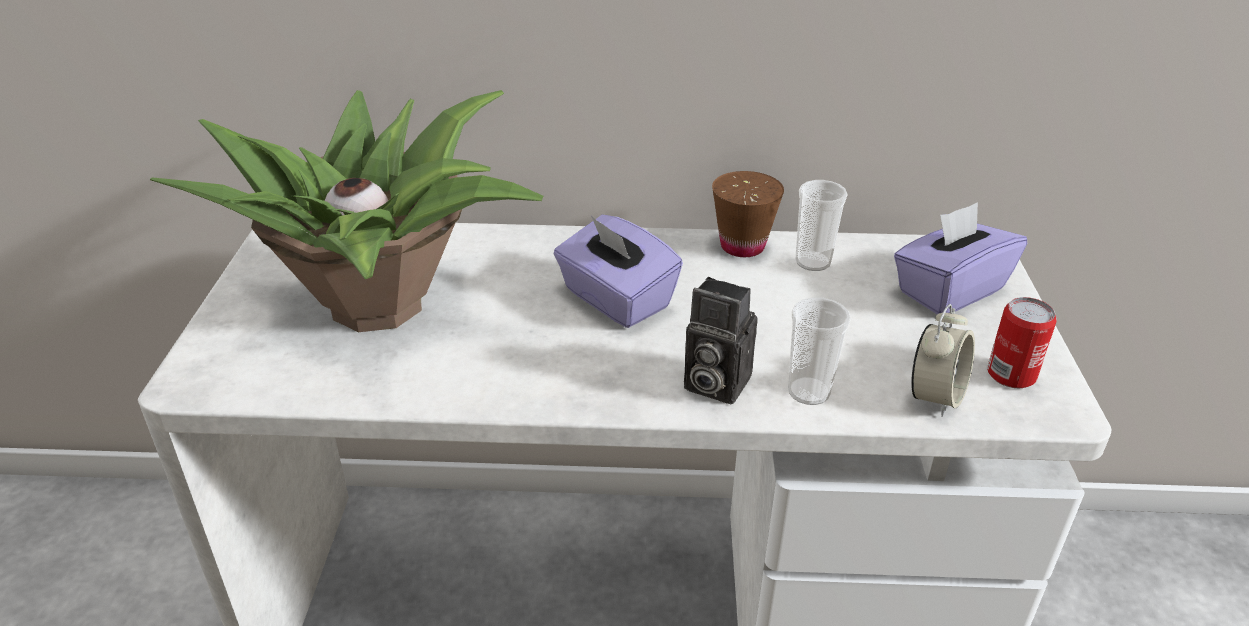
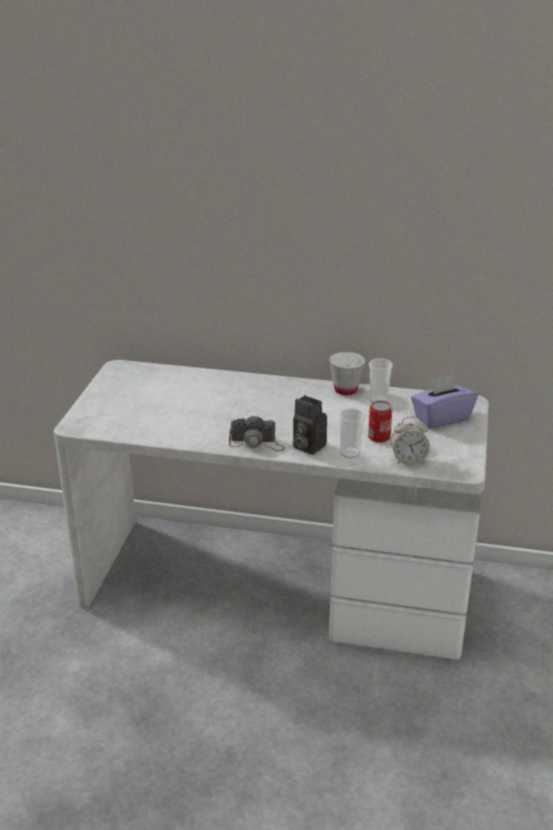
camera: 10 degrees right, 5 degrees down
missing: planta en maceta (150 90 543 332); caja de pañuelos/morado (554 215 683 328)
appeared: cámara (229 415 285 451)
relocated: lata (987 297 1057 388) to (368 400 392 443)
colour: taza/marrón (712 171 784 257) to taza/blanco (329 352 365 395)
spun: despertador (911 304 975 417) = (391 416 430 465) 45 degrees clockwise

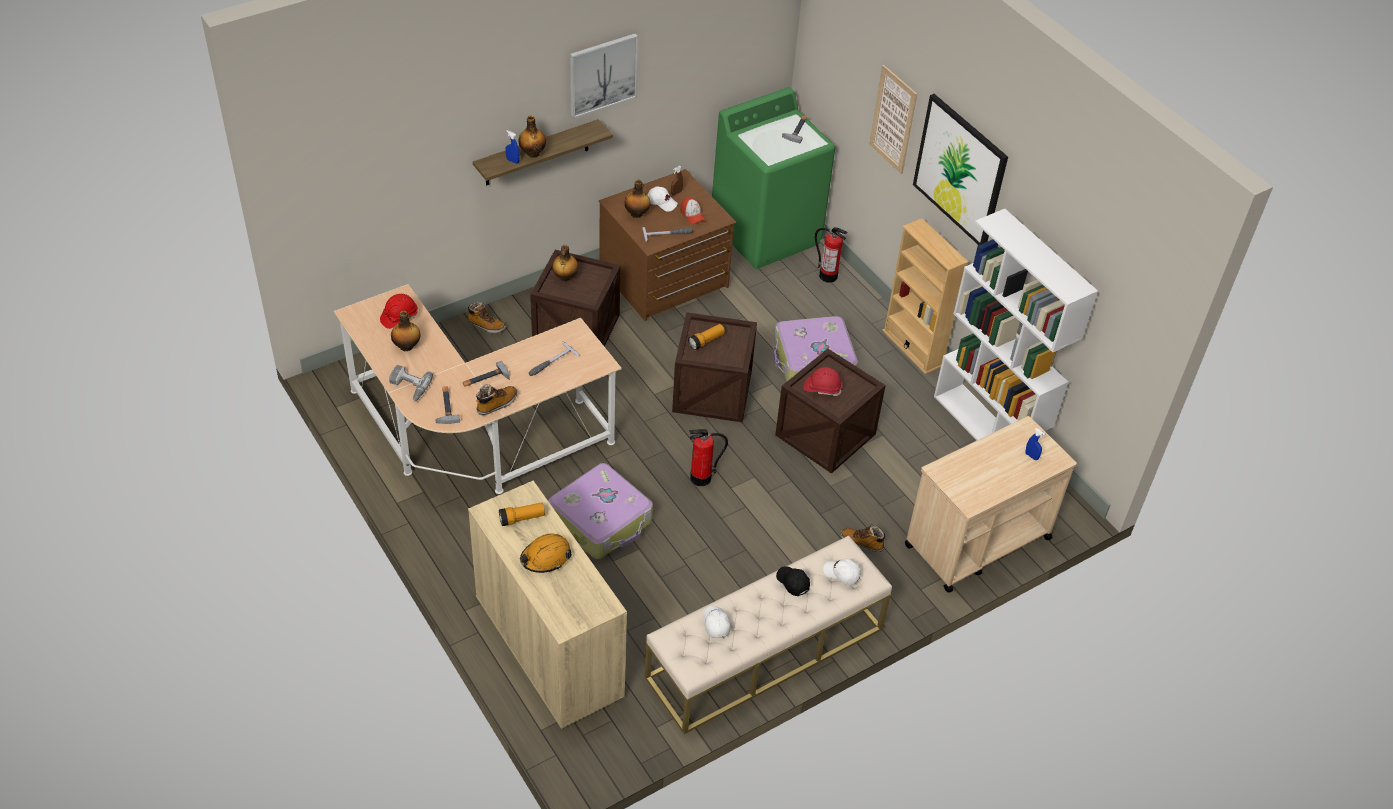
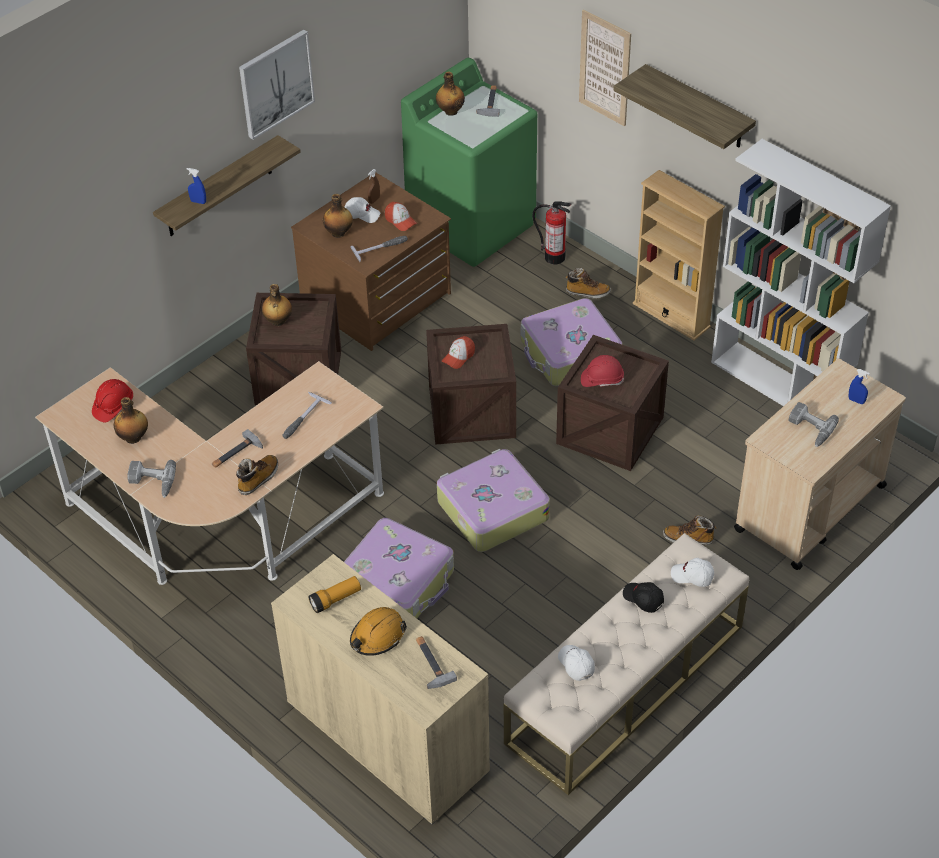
camera: 10 degrees left, 0 degrees up
appeared: taladro (789 402 839 447)
relocated: martillo (435 386 460 424) to (416 636 457 689); botella (518 116 546 158) to (436 72 465 116); bota (467 302 506 333) to (566 268 611 299)
exchanged: extintor (689 429 728 486) to maleta (437 449 550 552); linterna (688 324 725 350) to gorra (442 336 475 369); cuadro (913 94 1008 245) to estante (614 64 756 149)

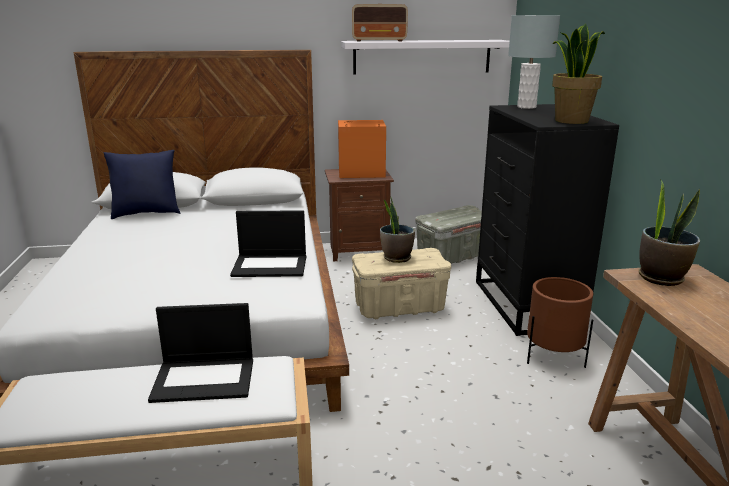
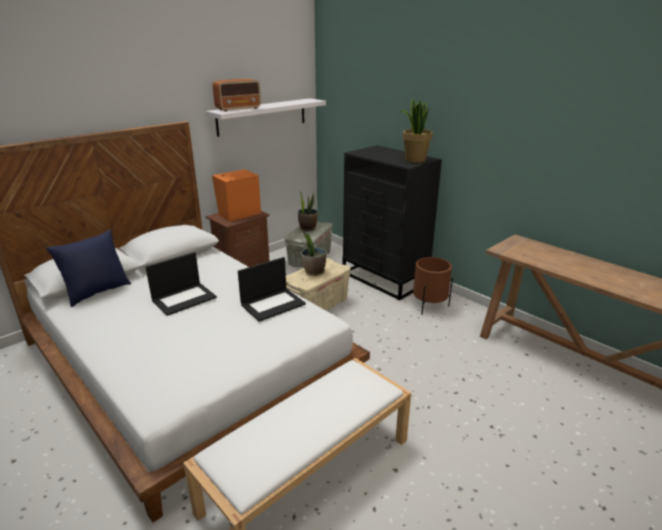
camera: 35 degrees left, 5 degrees up
missing: lámpara de mesa/gris (508 15 560 109)
relocated: portátil (148 303 253 403) to (146 252 217 316); planta en maceta (639 179 700 286) to (298 192 318 231)

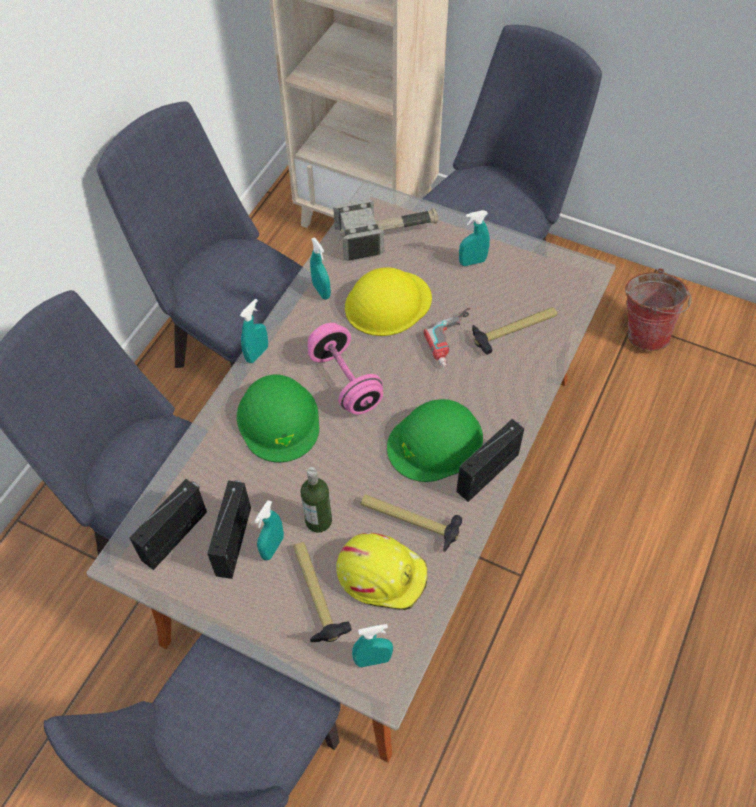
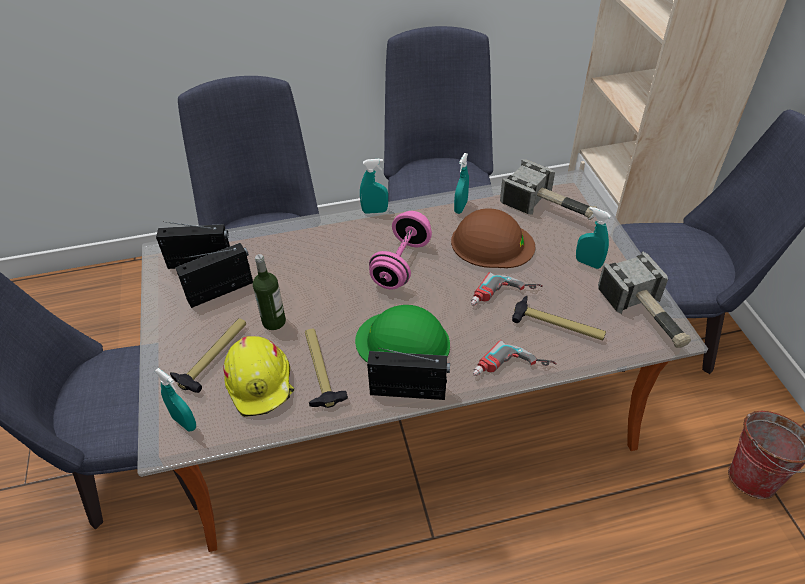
camera: 50 degrees right, 10 degrees down
missing: casco/verde (237 375 319 462); pulverizador/turquesa (255 500 284 560)
appeared: taladro (473 340 557 376); martillo (598 251 691 348)
colour: casco/amarillo (345 267 432 336) to casco/marrón (451 208 535 268)

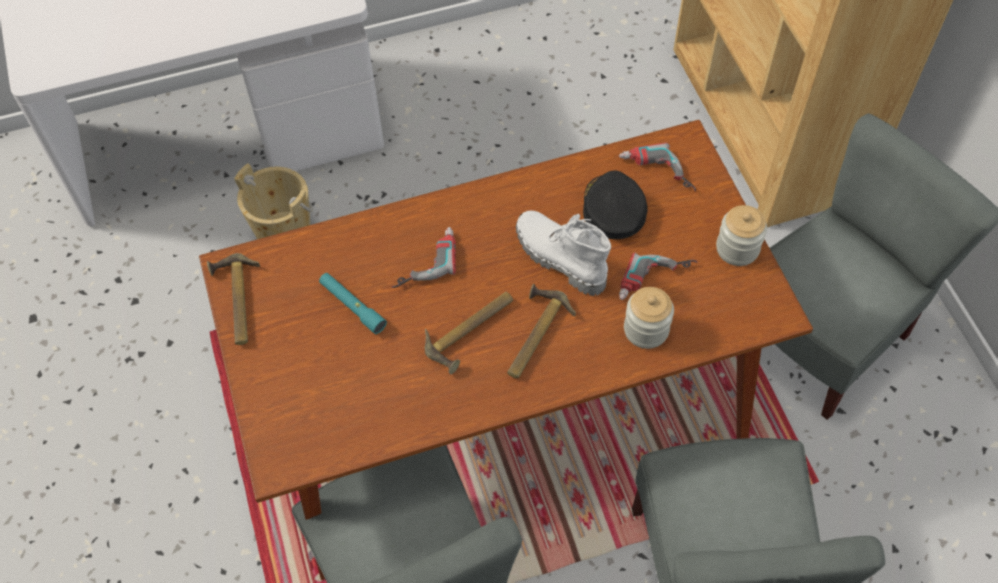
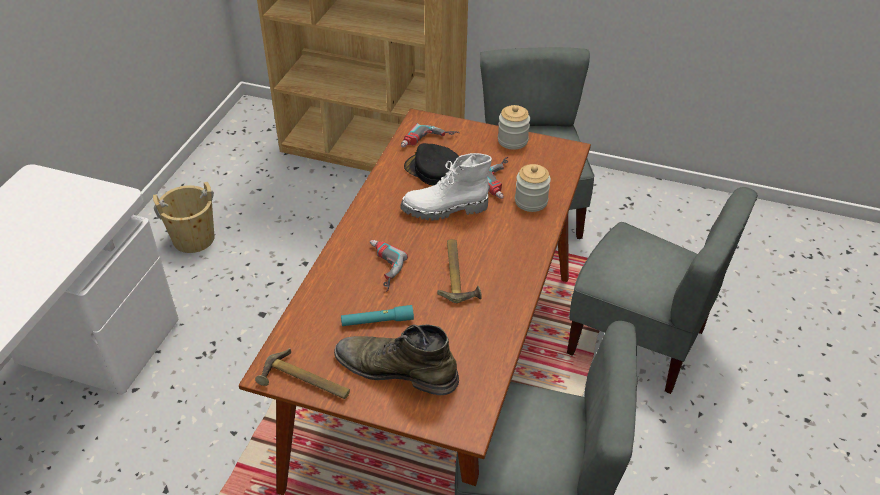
camera: 55 degrees left, 15 degrees down
missing: martillo (507 284 576 378)
appeared: bota/verde (334 324 459 395)
relocated: cubo/beis (234 163 313 239) to (153 181 215 253)

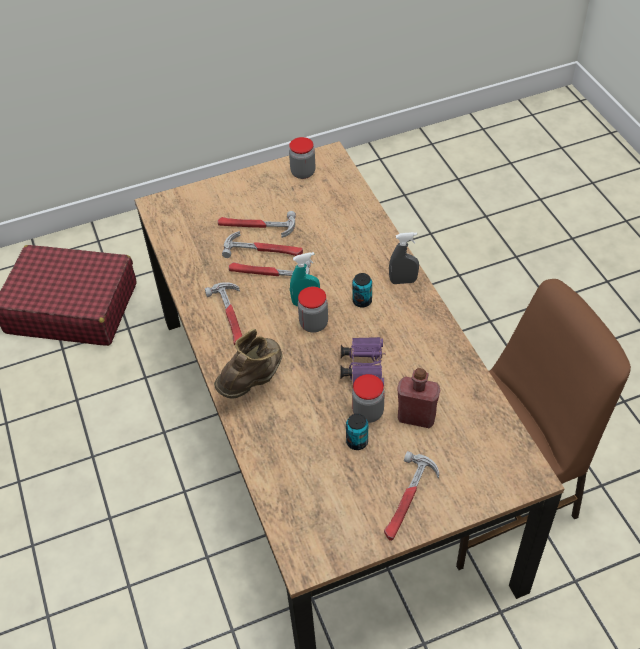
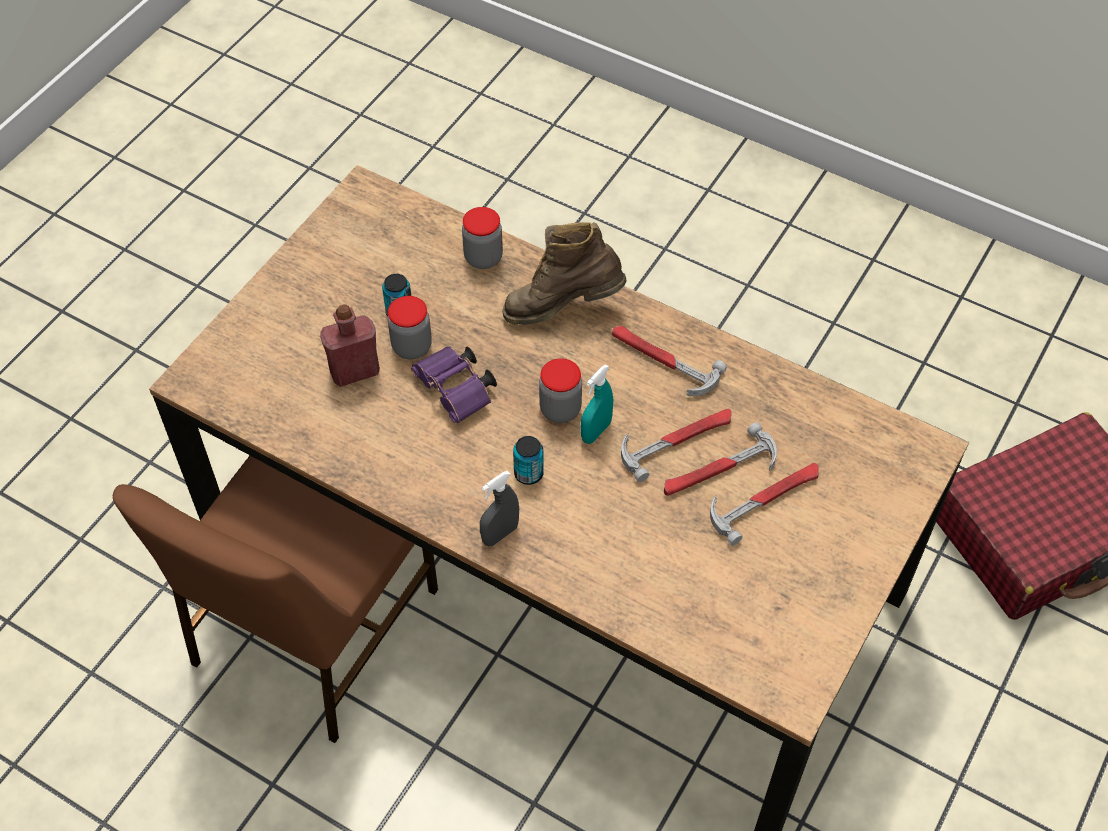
camera: 140 degrees right, 5 degrees up
missing: martillo (384 451 439 541)
relocated: tarro (289 137 315 179) to (462 207 503 269)
spun: bota/marrón (214 329 283 399) = (502 222 627 325) 90 degrees clockwise

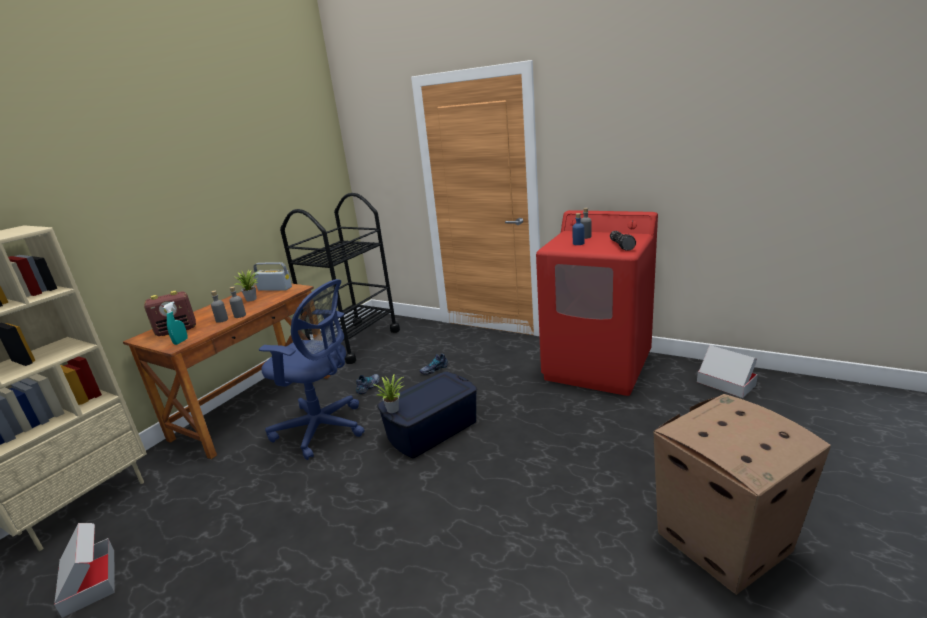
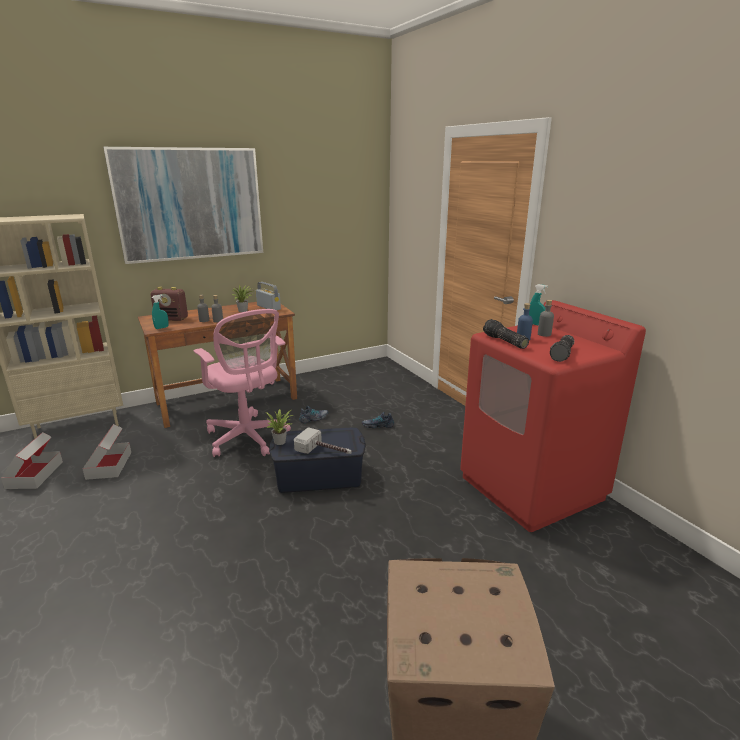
camera: 30 degrees right, 0 degrees up
missing: carrito/negro (280 193 400 364)
appeared: cuadro (103 147 263 264); martillo (294 427 352 454); linterna (483 319 529 349); pulverizador/turquesa (529 284 548 326)
relocated: caja de cartón (697 345 758 398) to (83 424 131 480)
colour: silla de oficina/azul (259 279 364 460) to silla de oficina/rosa (193 309 291 457)

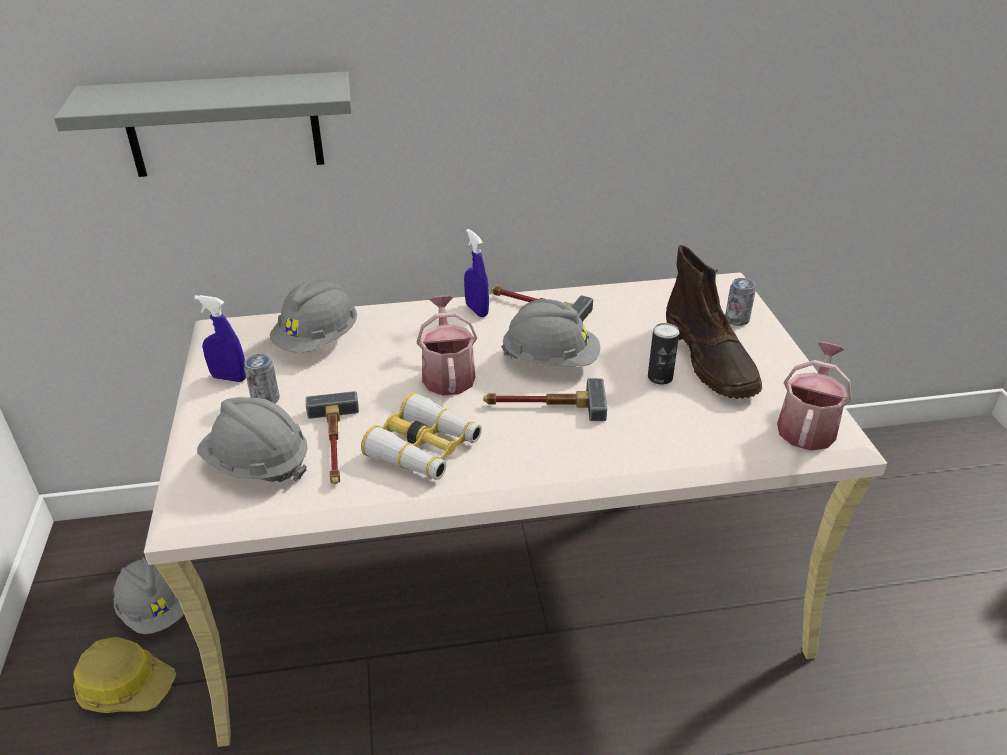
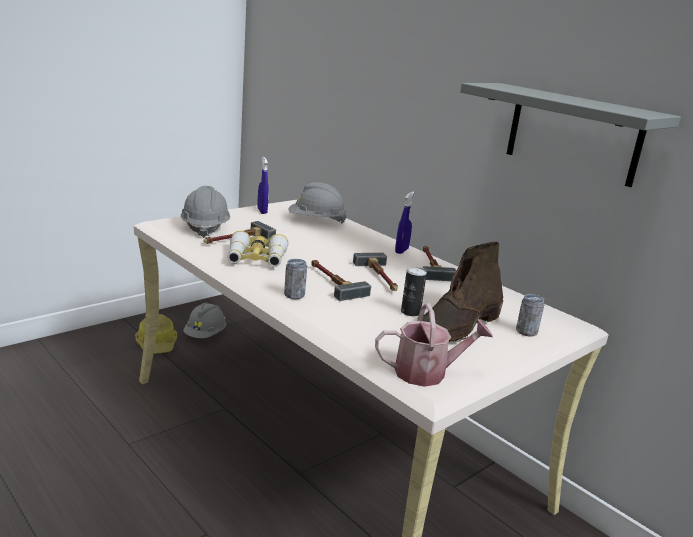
camera: 55 degrees right, 15 degrees down
missing: regadera (416 296 477 395)
relocated: lata (244 354 280 403) to (284 259 307 299); estante/gris (54 71 351 177) to (460 83 681 187)
exchanged: casco/gris (501 299 600 367) to martillo (353 253 398 291)

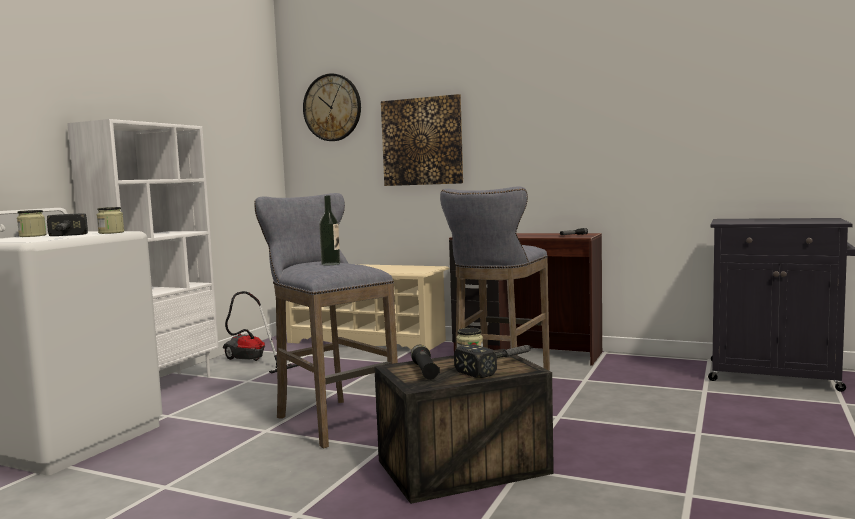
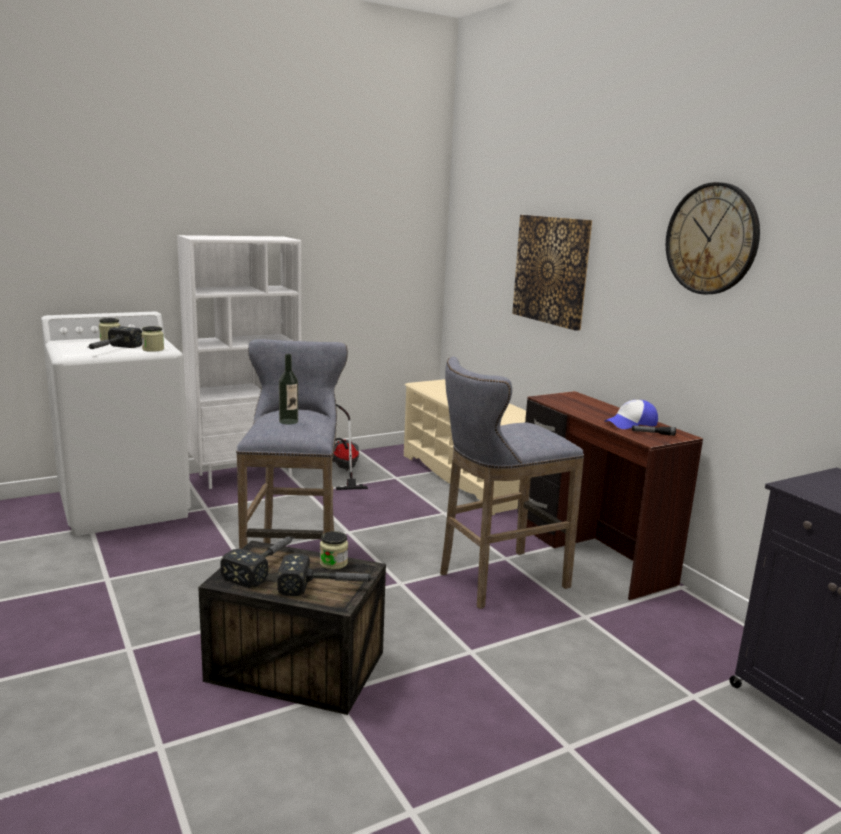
camera: 35 degrees right, 10 degrees up
appeared: gorra (604 400 658 429)
relocated: reloj de pared (303 73 361 141) to (666 182 760 294)
exchanged: linterna/negro (411 345 440 380) to martillo (220 536 294 588)

